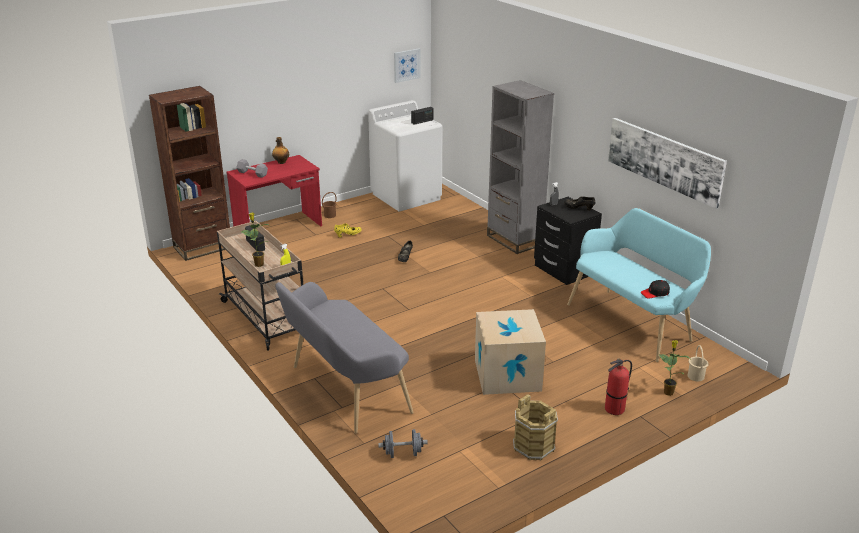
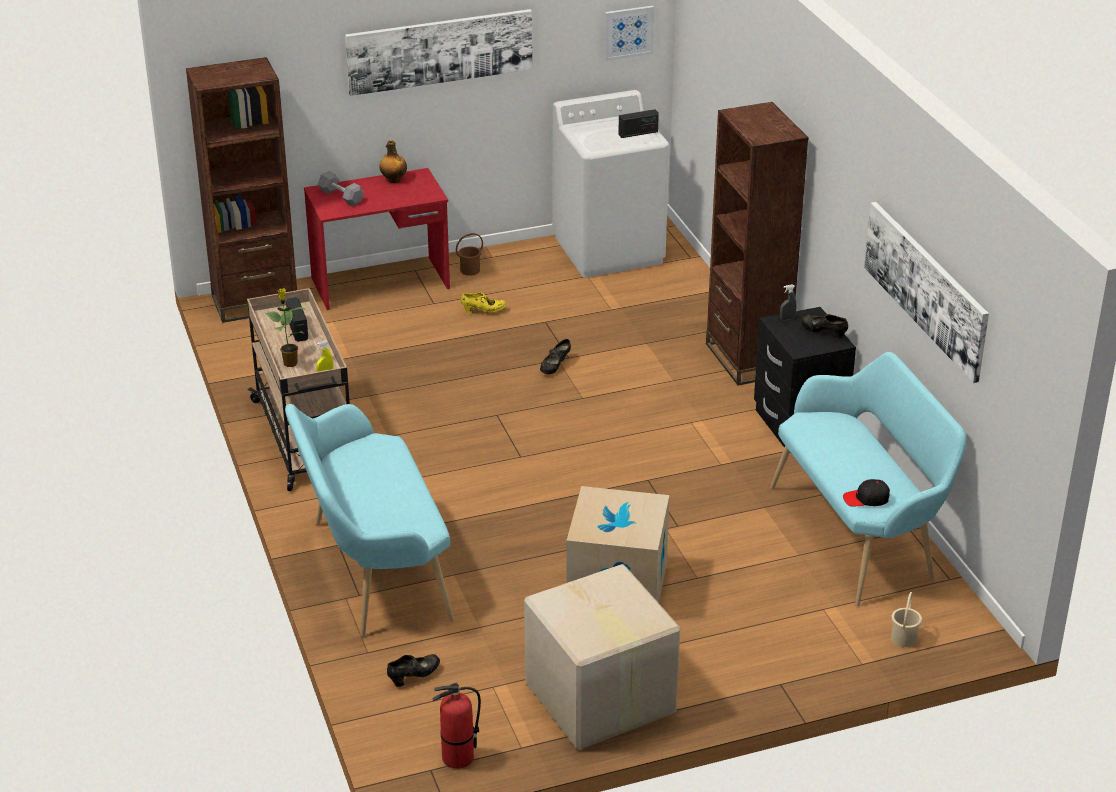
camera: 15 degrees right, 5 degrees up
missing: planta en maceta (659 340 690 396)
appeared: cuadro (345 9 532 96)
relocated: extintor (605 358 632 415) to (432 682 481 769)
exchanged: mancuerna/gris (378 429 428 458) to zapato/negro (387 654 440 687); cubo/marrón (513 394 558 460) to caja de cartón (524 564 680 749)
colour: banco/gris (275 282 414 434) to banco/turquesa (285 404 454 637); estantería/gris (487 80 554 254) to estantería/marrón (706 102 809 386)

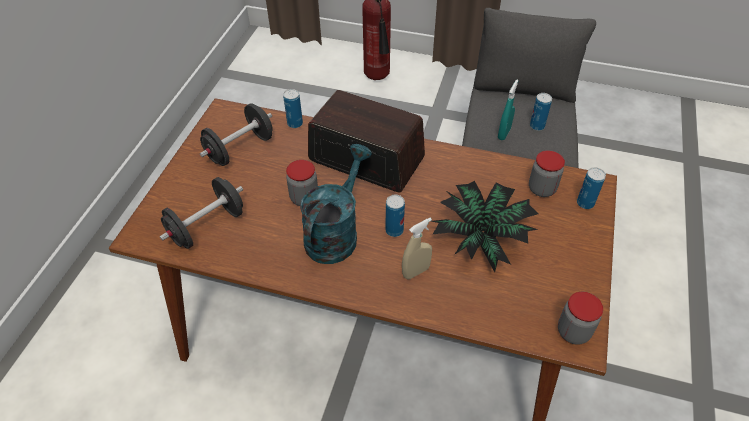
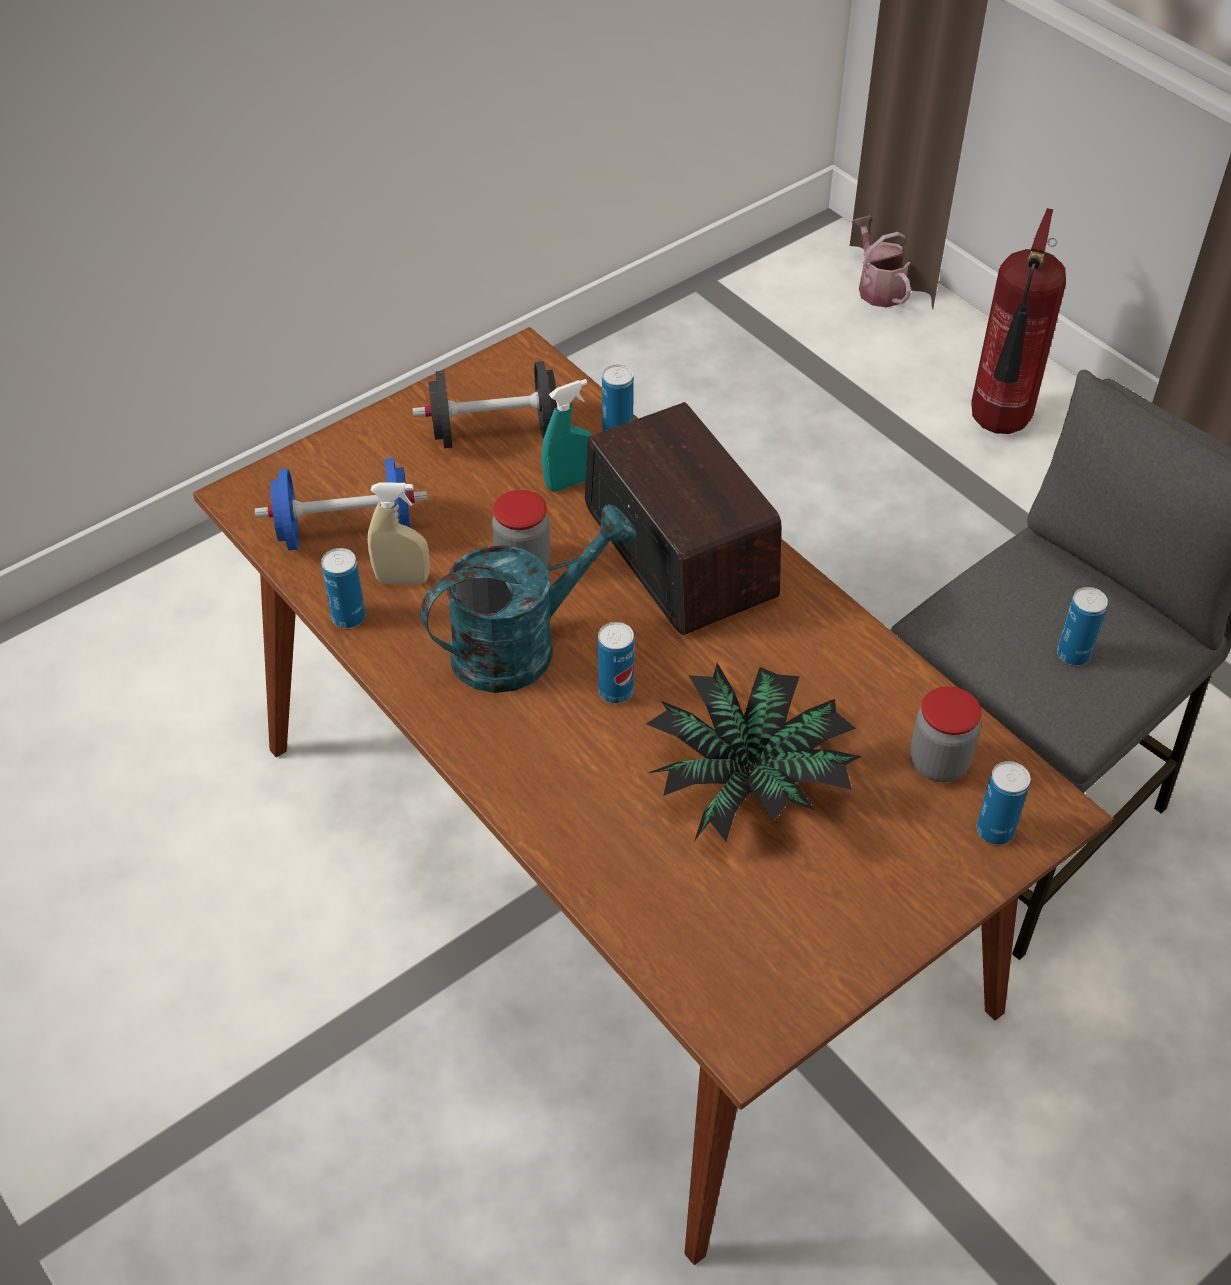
camera: 35 degrees right, 0 degrees up
missing: tarro (558 292 603 345)
appeared: lata (321 548 366 628); regadera (852 215 911 308)
relocated: pulverizador/beis (402 218 432 280) to (368 482 430 585); pulverizador/turquesa (498 80 519 140) to (542 379 592 491)
colour: mancuerna/negro (160 177 243 249) to mancuerna/azul (255 458 428 550)

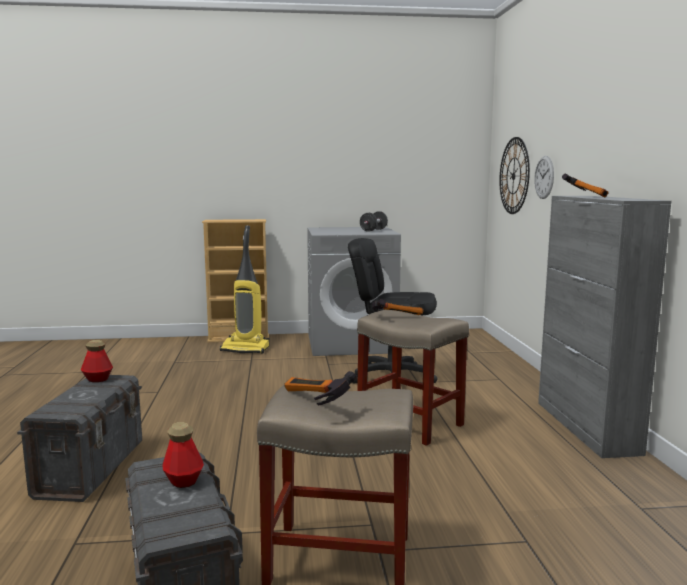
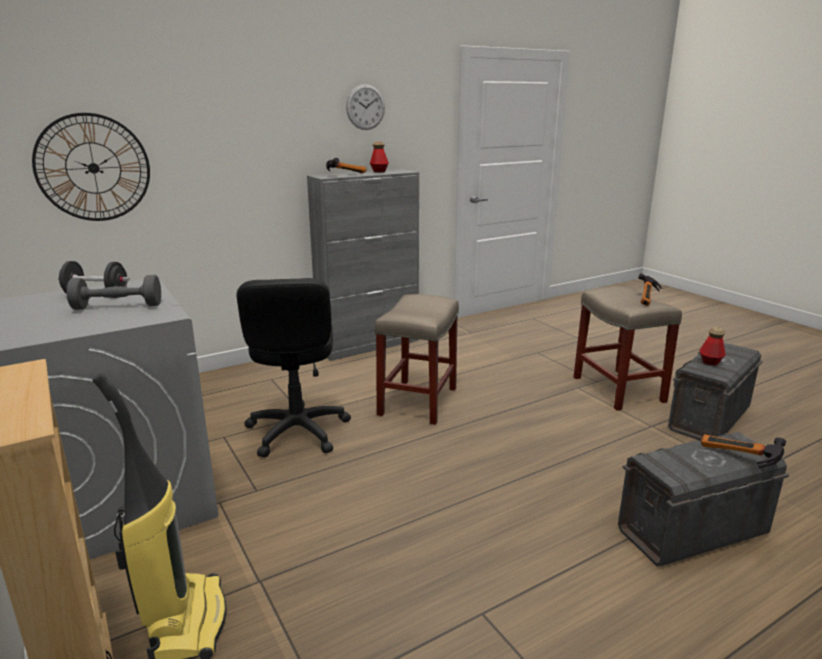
camera: 115 degrees left, 10 degrees up
appeared: mancuerna/gris (66 275 161 310)
relocated: reloj de pared (534 156 554 199) to (346 84 385 130); botella (81 340 113 382) to (370 142 389 172); martillo (372 299 423 315) to (701 434 786 468)

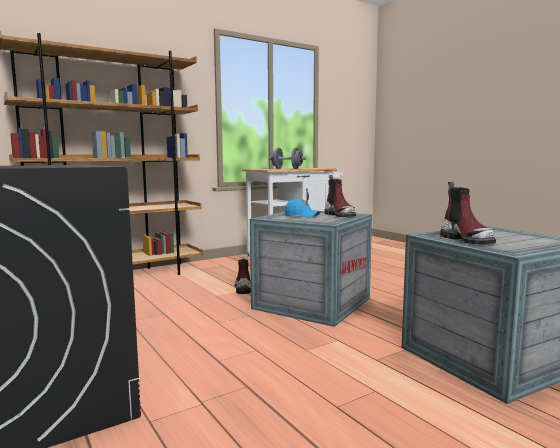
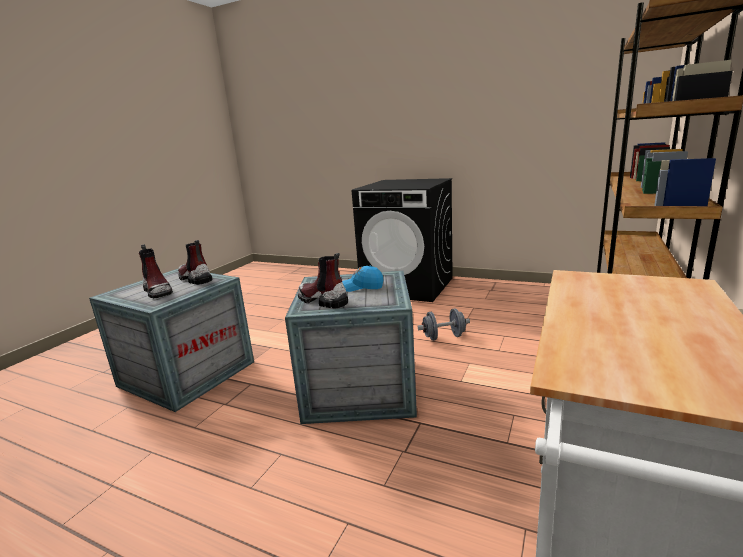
camera: 150 degrees right, 10 degrees up
relocated: bota (235 258 251 294) to (139 244 173 298); mancuerna/gris (269 147 306 169) to (418 308 470 341)

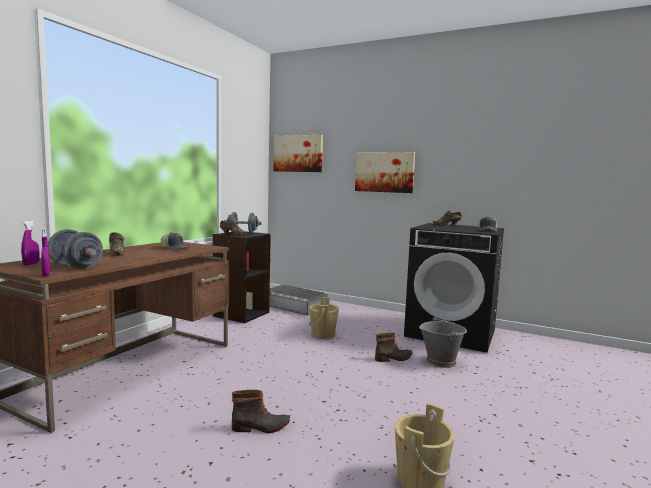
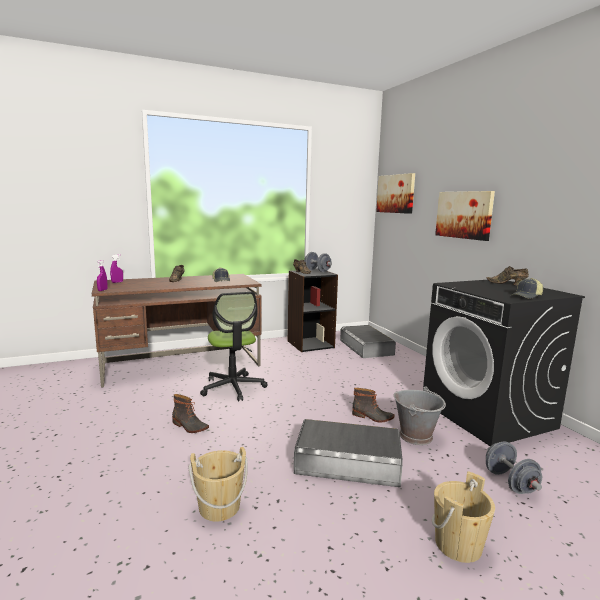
camera: 40 degrees right, 5 degrees up
appeared: silla de oficina (200 292 267 401); caja de almacenaje/gris (294 419 403 487)
relocated: cubo/beis (309 297 339 339) to (432 471 495 563); mancuerna/gris (48 229 103 269) to (486 442 542 494)

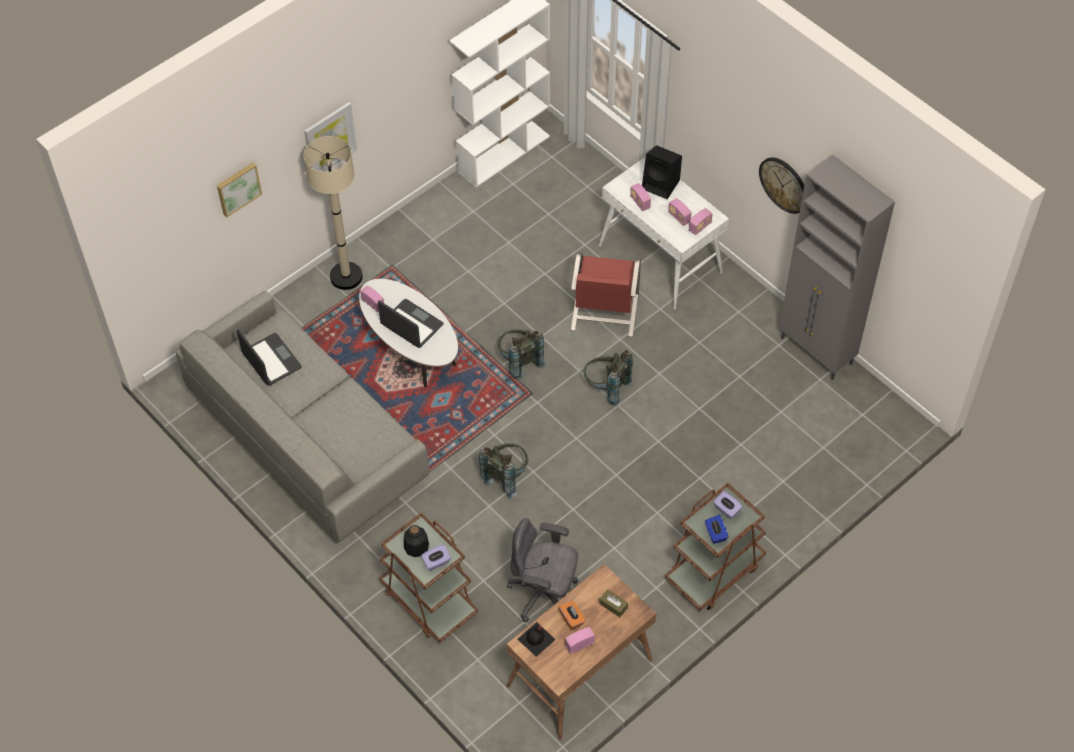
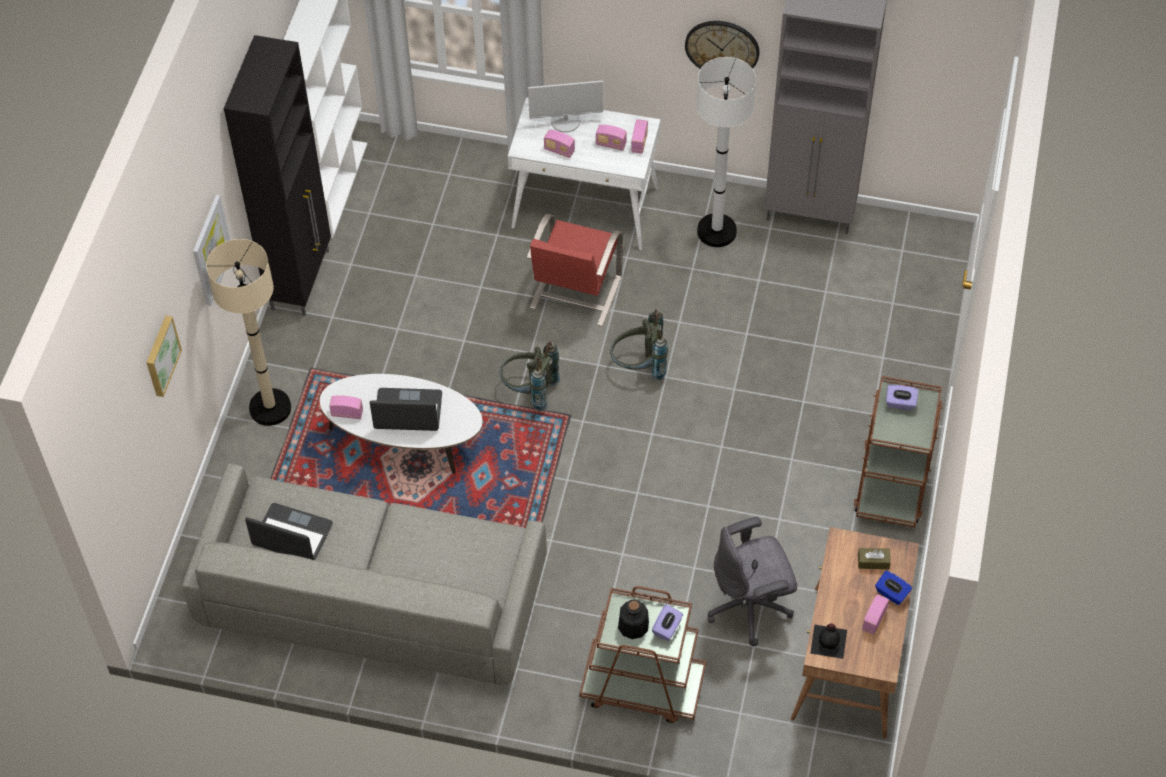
camera: 35 degrees left, 0 degrees up
missing: mochila/gris (479 443 528 498); caja de pañuelos/naranja (559 601 586 630)
appeared: armario/negro (224 35 331 316); lámpara de pie/blanco (696 57 756 247)
relocated: caja de pañuelos/azul (705 515 729 544) to (875 570 912 605)
exchanged: altavoz/negro (642 145 682 199) to monitor (528 81 603 133)
spun: silla/rojo (571 252 641 337) = (527 214 623 326) 45 degrees clockwise

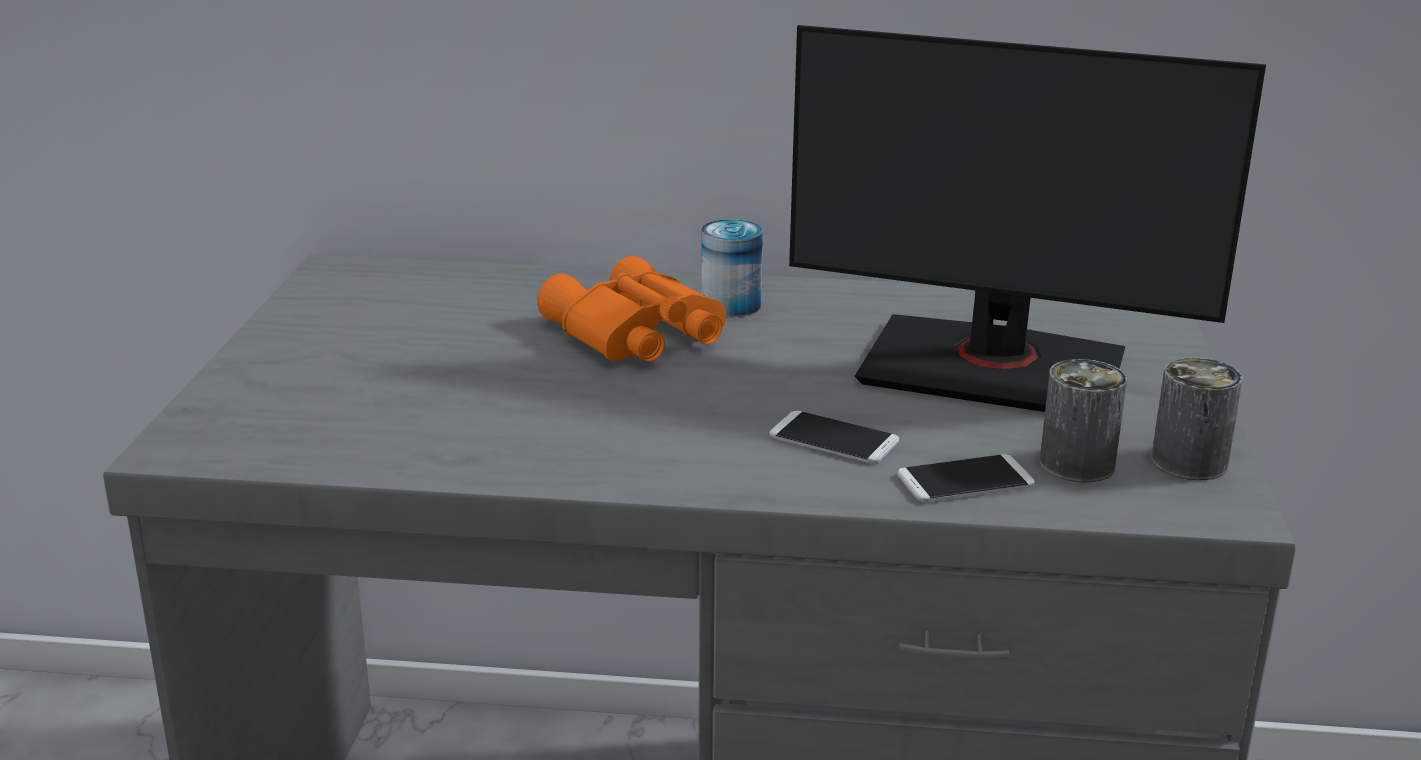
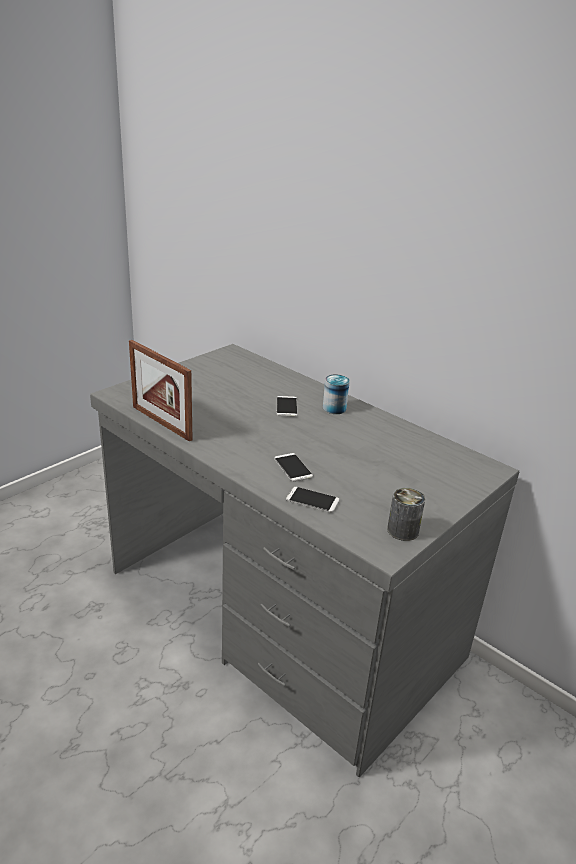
camera: 35 degrees right, 5 degrees up
missing: monitor (789 25 1266 412); lata (1040 359 1127 482)
appeared: portarretratos (129 340 193 442)
exchanged: prismáticos/naranja (537 256 726 362) to móvil (277 396 298 417)

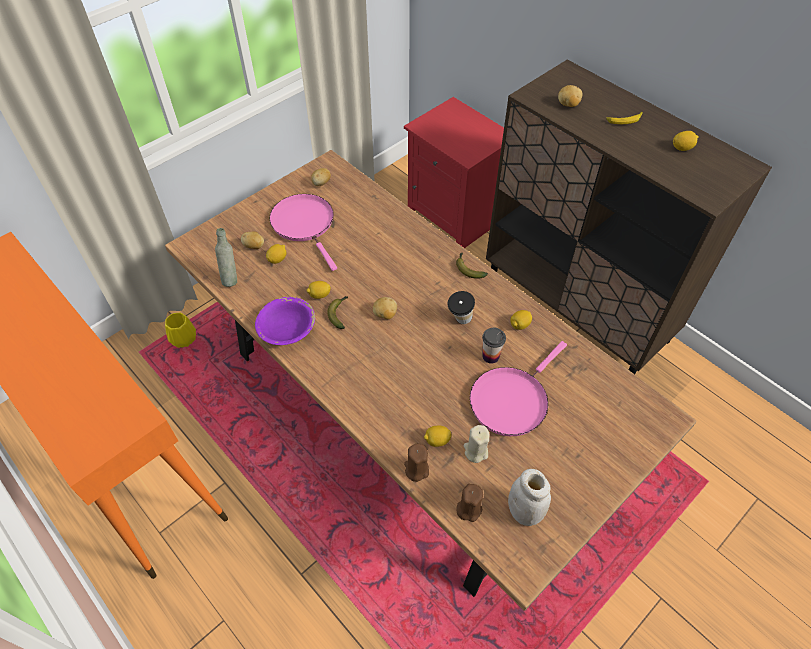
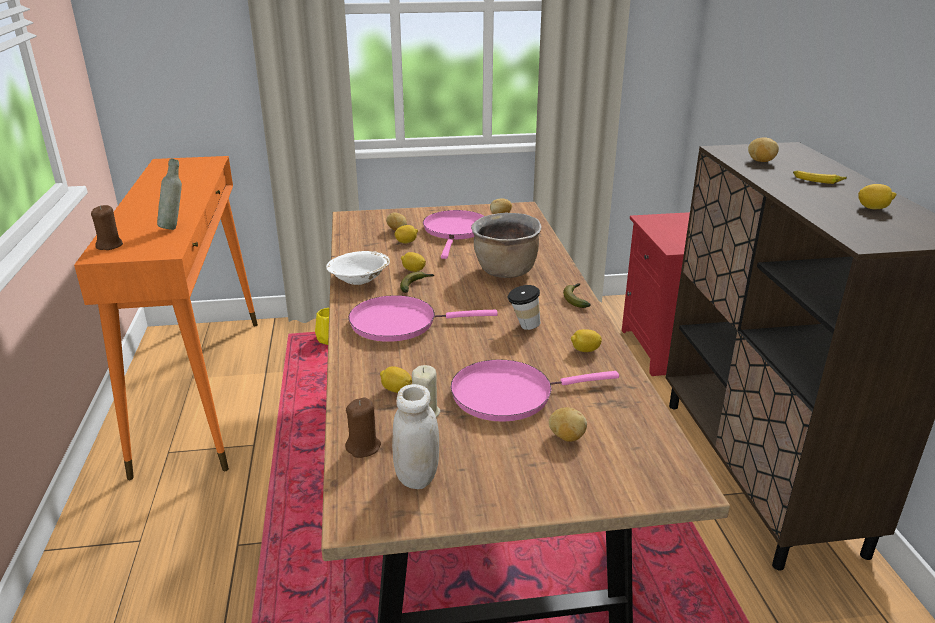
camera: 35 degrees right, 25 degrees down
missing: taza (482 328 506 364)
appeared: sartén/rosa (348 295 498 342); olla/marrón (471 213 542 278)
relocated: vela/marrón (404 444 429 482) to (91 205 123 250); botella/gris (215 228 237 287) to (157 158 182 230); patata (373 297 397 319) to (549 407 587 442)
colour: cuenco/morado (255 297 315 345) to cuenco/blanco (326 251 390 285)

